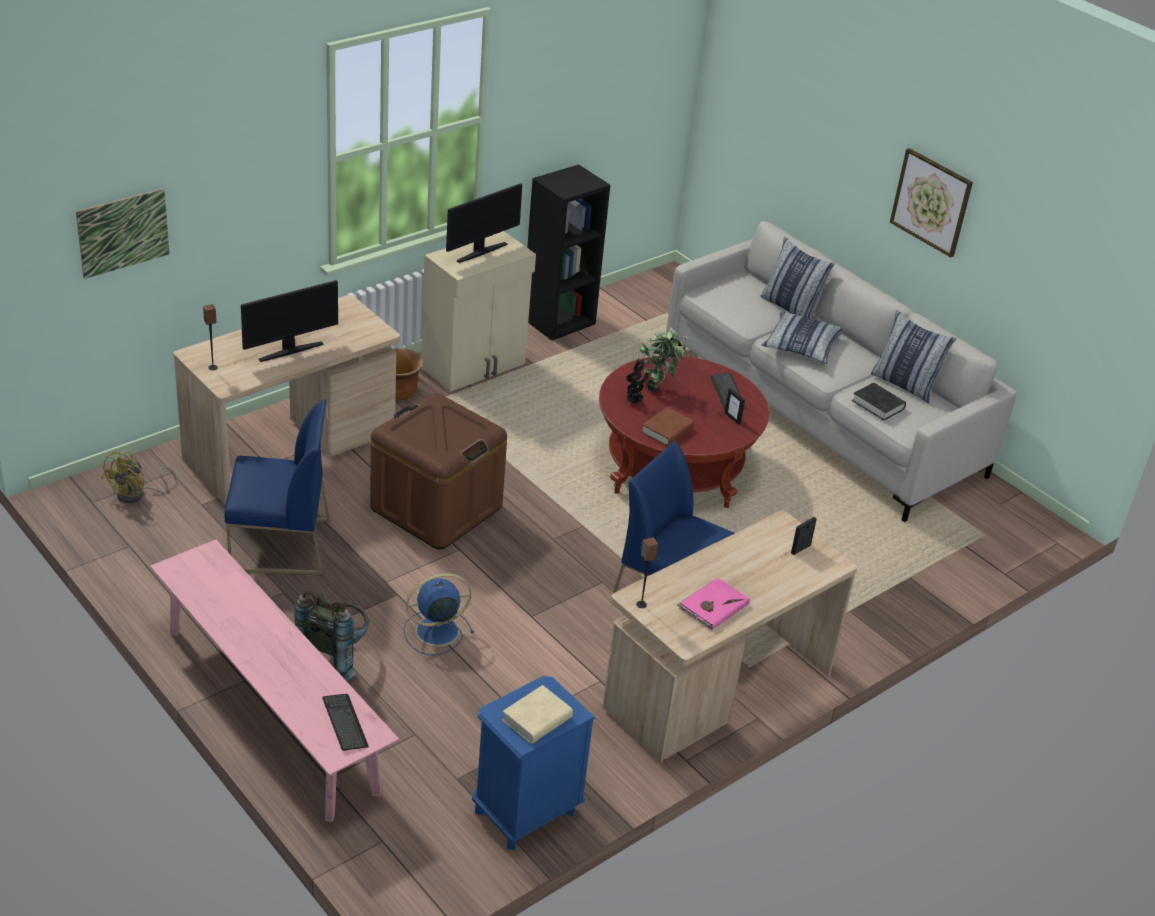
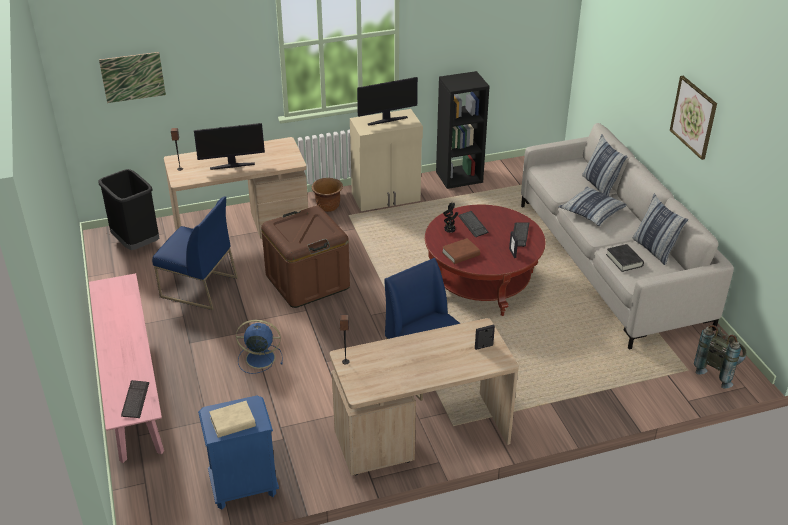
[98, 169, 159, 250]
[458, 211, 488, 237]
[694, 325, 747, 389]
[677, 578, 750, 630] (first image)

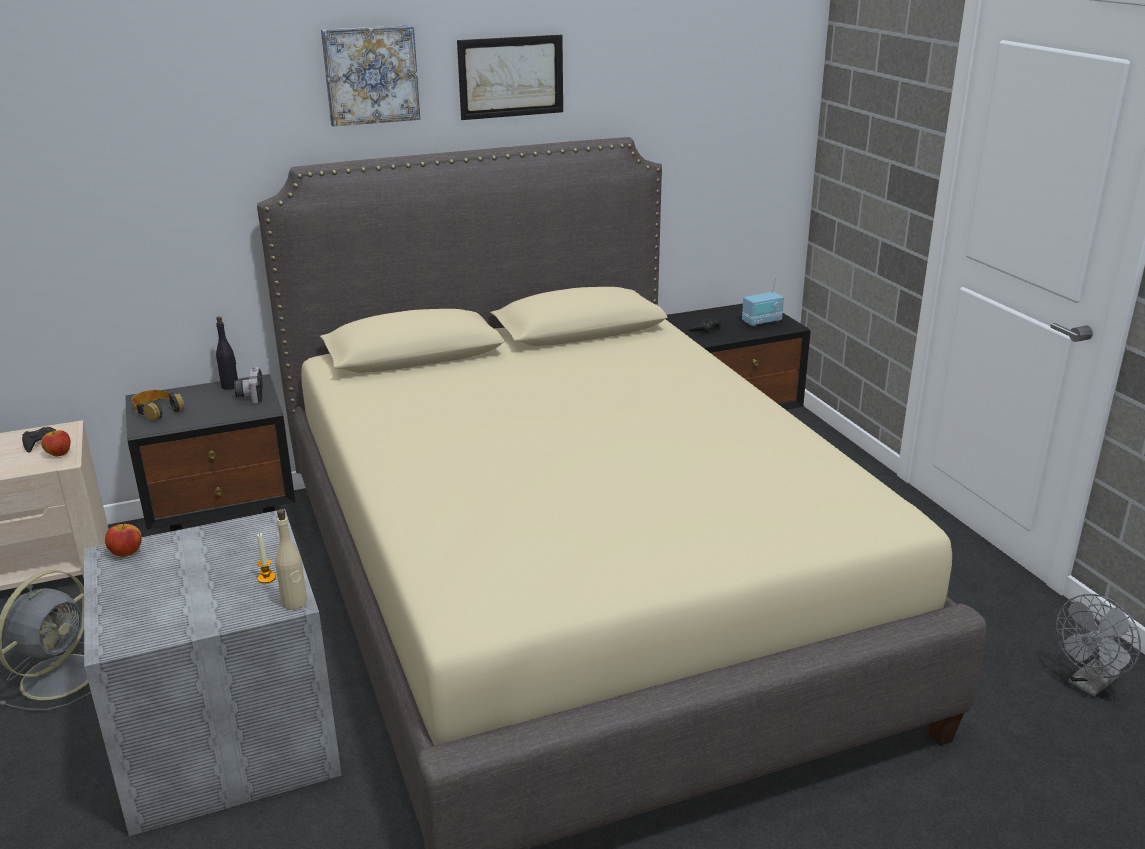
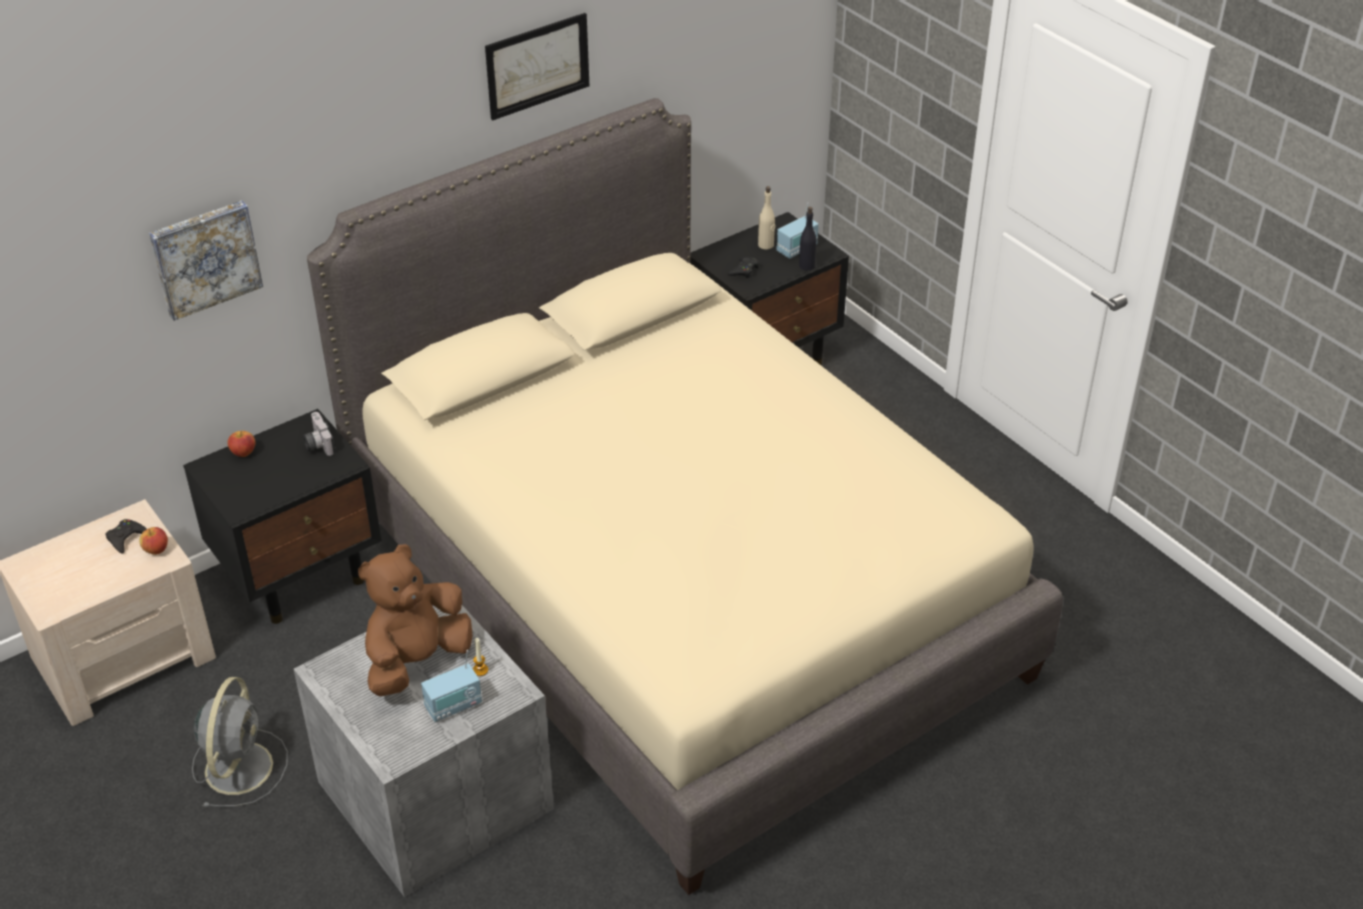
[149, 201, 263, 321]
[227, 431, 255, 457]
[358, 544, 472, 696]
[421, 650, 482, 722]
[758, 186, 775, 249]
[799, 207, 816, 271]
[132, 390, 185, 421] (first image)
[1056, 594, 1141, 697] (first image)

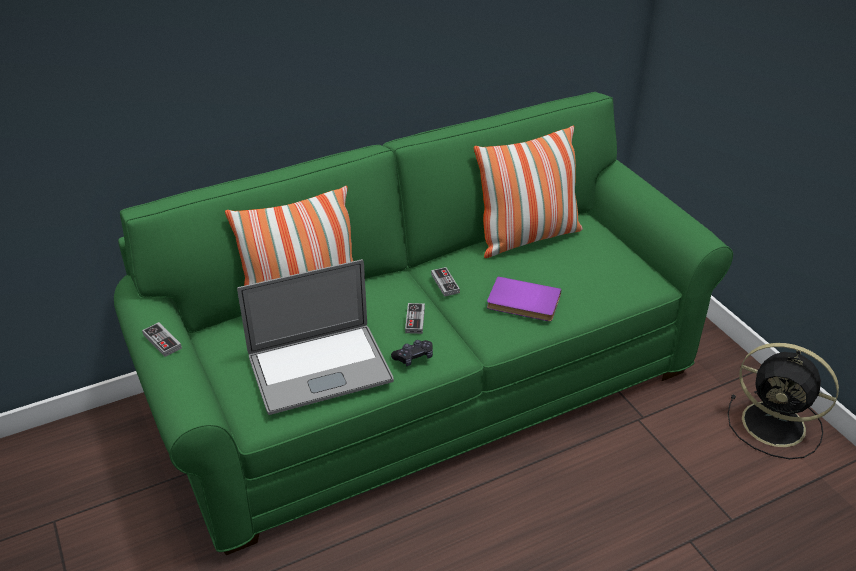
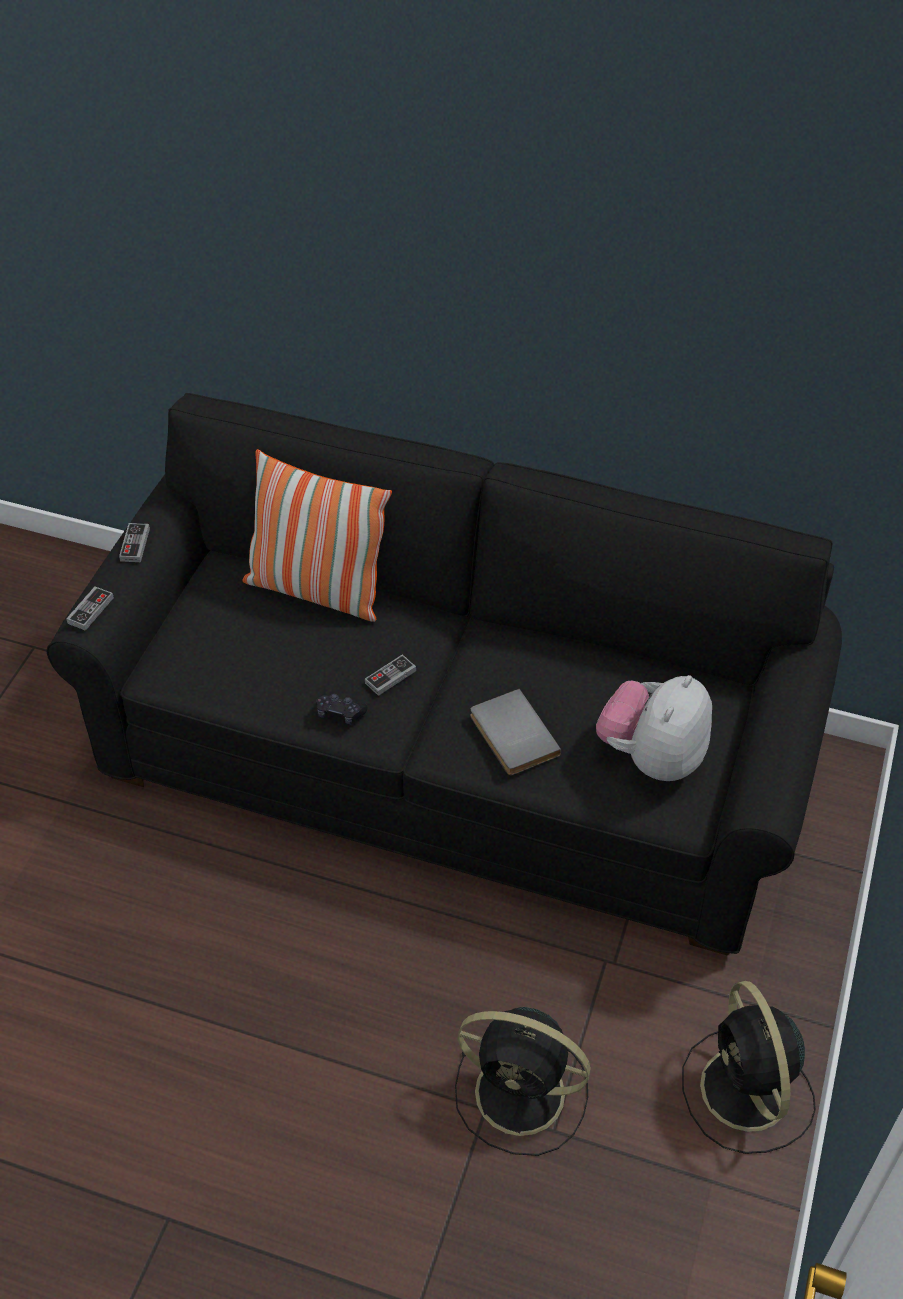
[47, 393, 842, 955]
[66, 586, 114, 631]
[455, 1007, 591, 1156]
[470, 689, 561, 775]
[596, 675, 712, 781]
[237, 259, 394, 415] (first image)
[474, 126, 583, 258] (first image)

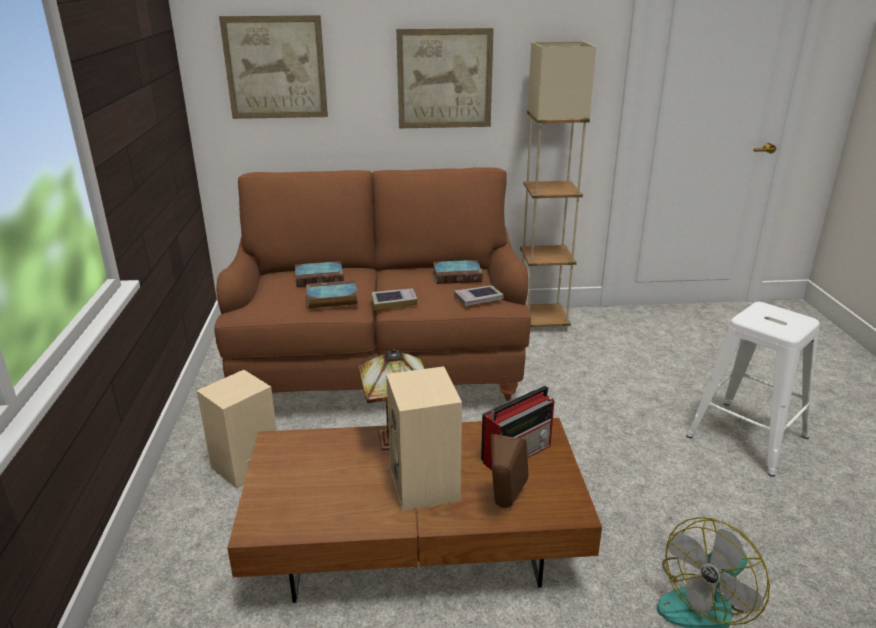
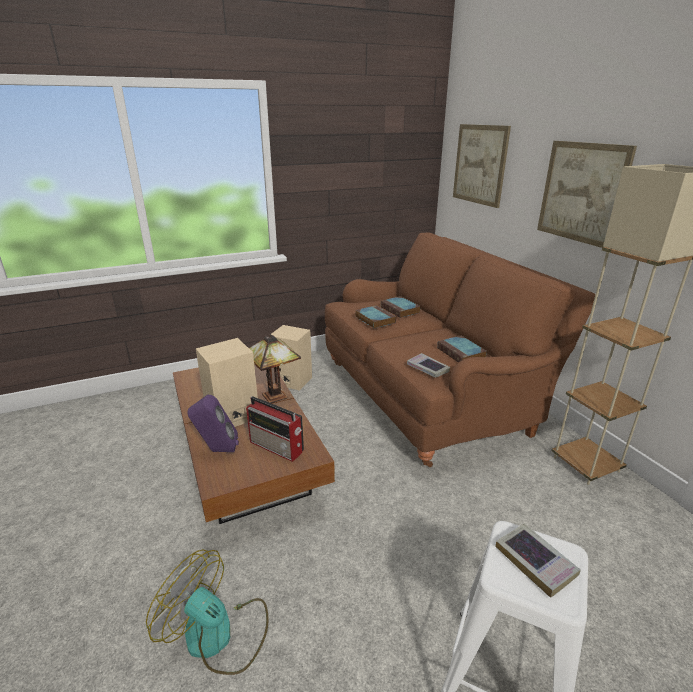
[188, 395, 239, 452]
[496, 524, 581, 598]

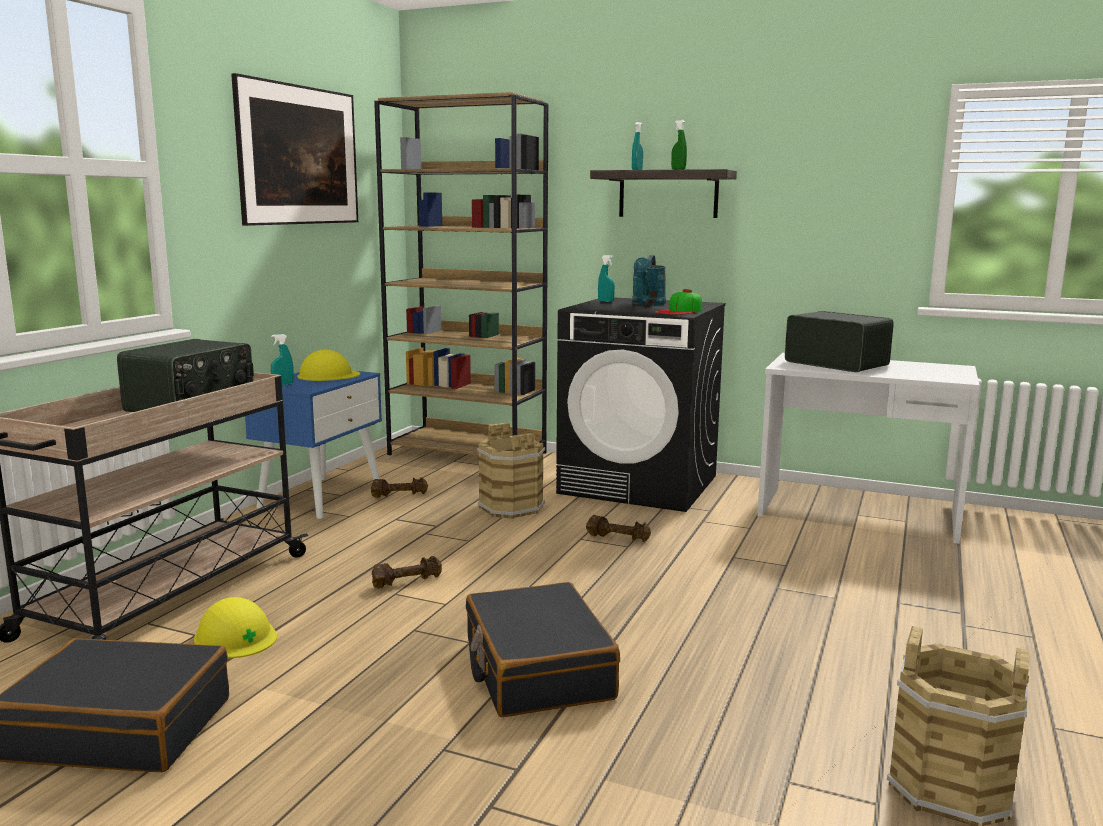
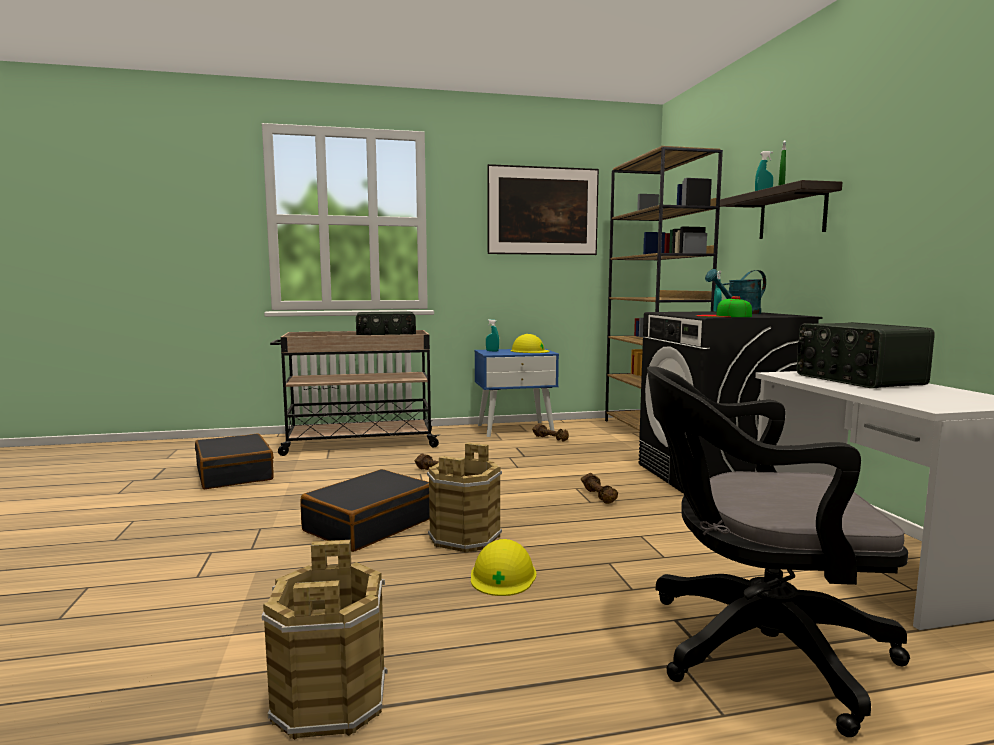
[427, 442, 502, 553]
[471, 539, 536, 596]
[647, 366, 910, 737]
[797, 322, 935, 388]

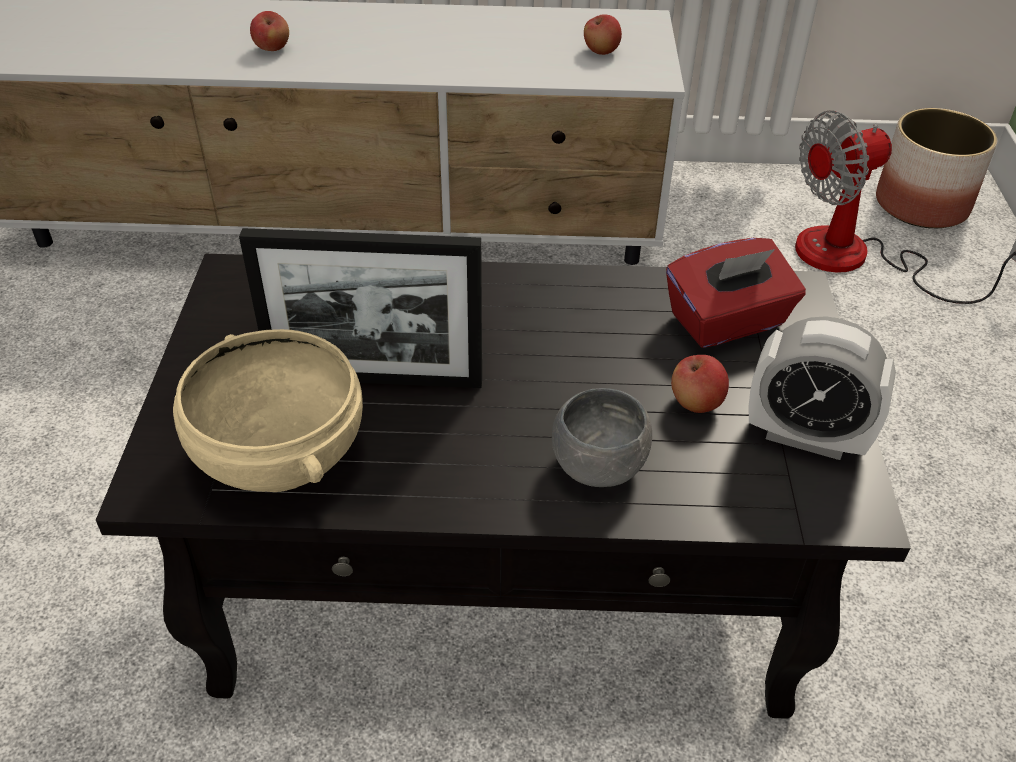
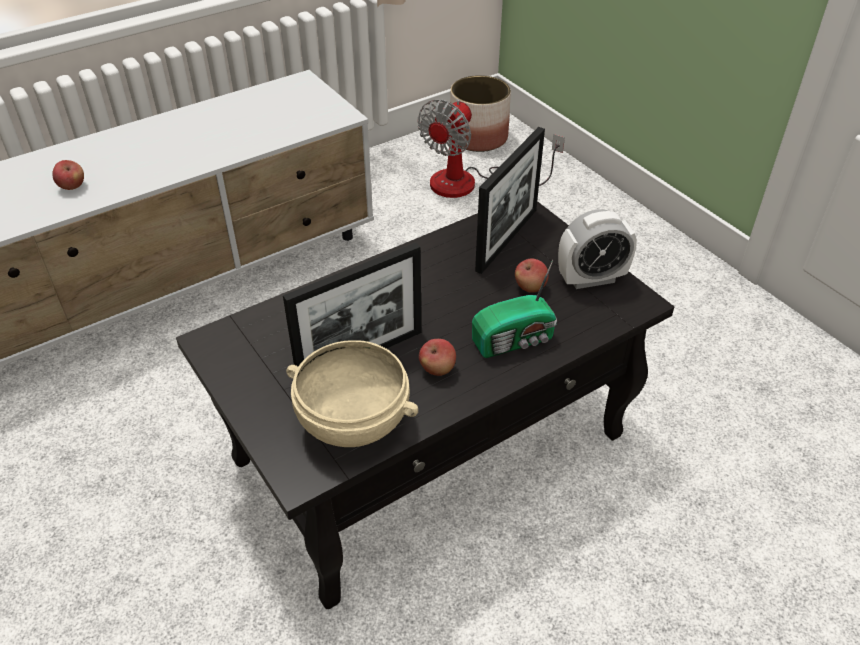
[419, 339, 456, 376]
[472, 260, 557, 358]
[475, 127, 545, 274]

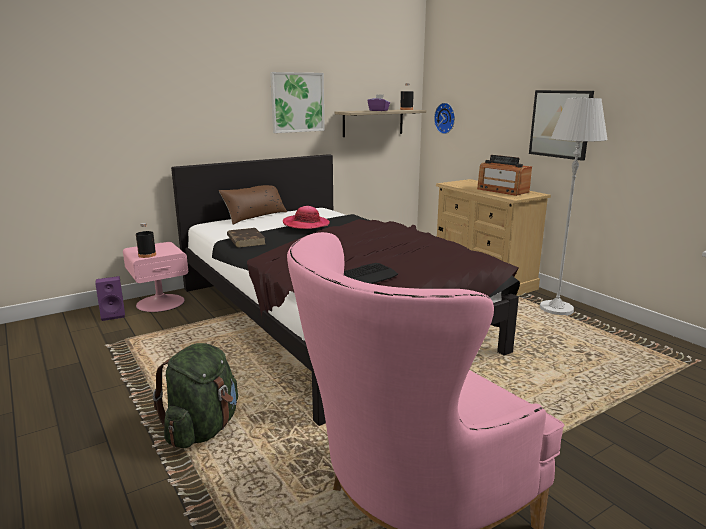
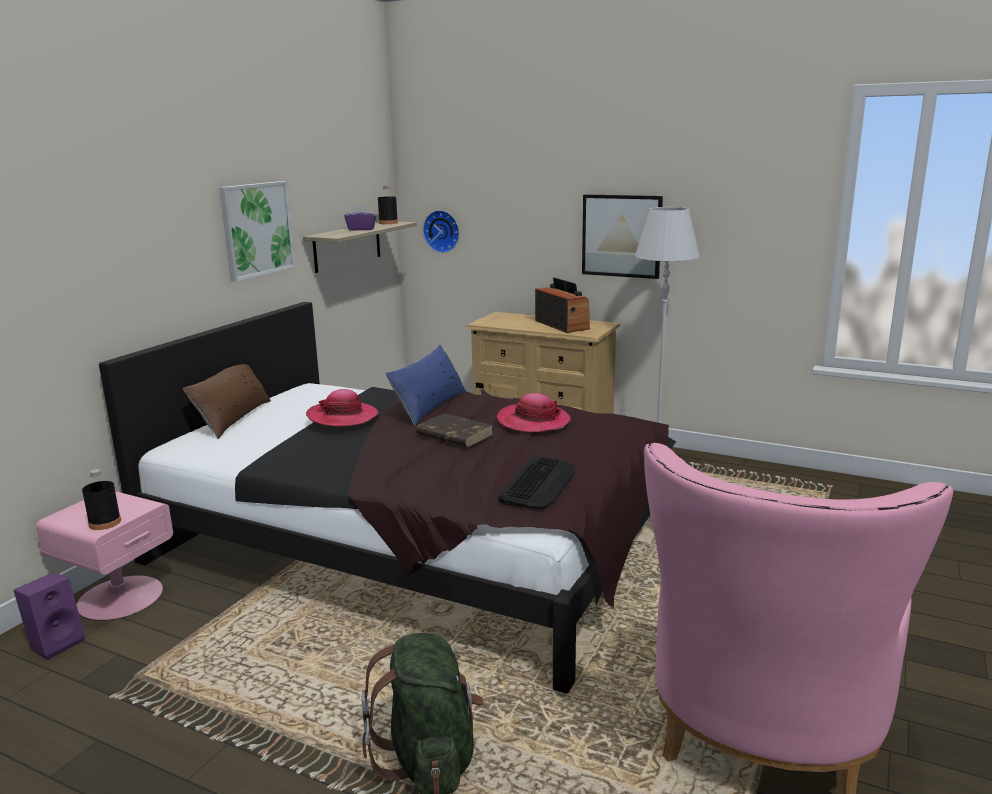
[385, 345, 466, 426]
[416, 413, 494, 447]
[497, 393, 571, 432]
[535, 278, 591, 333]

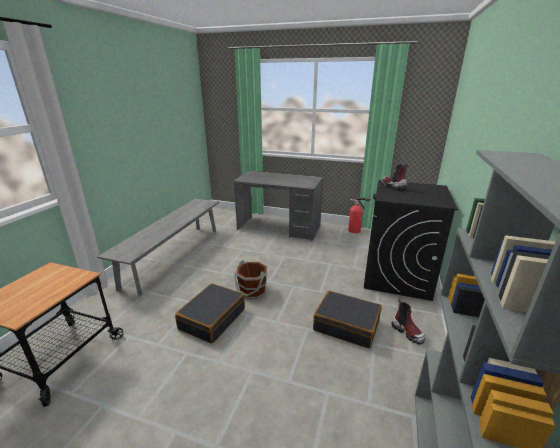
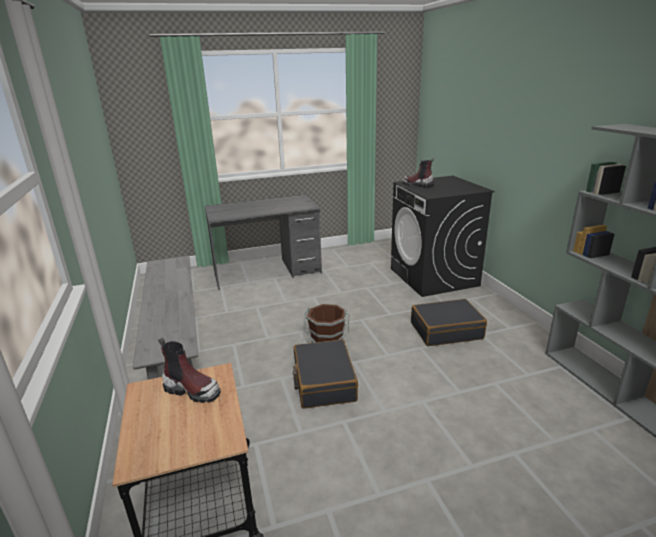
[158, 337, 221, 403]
[348, 198, 371, 233] (first image)

